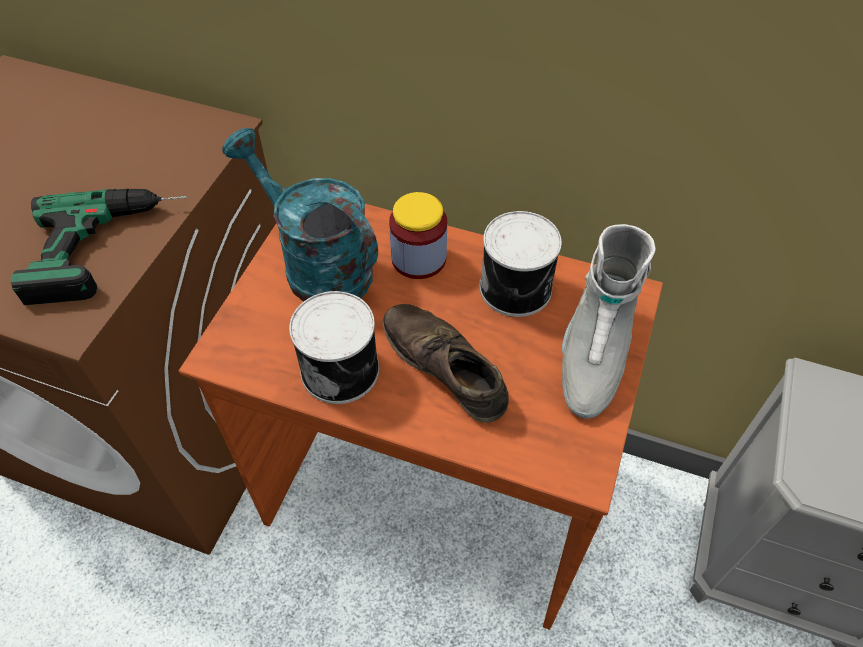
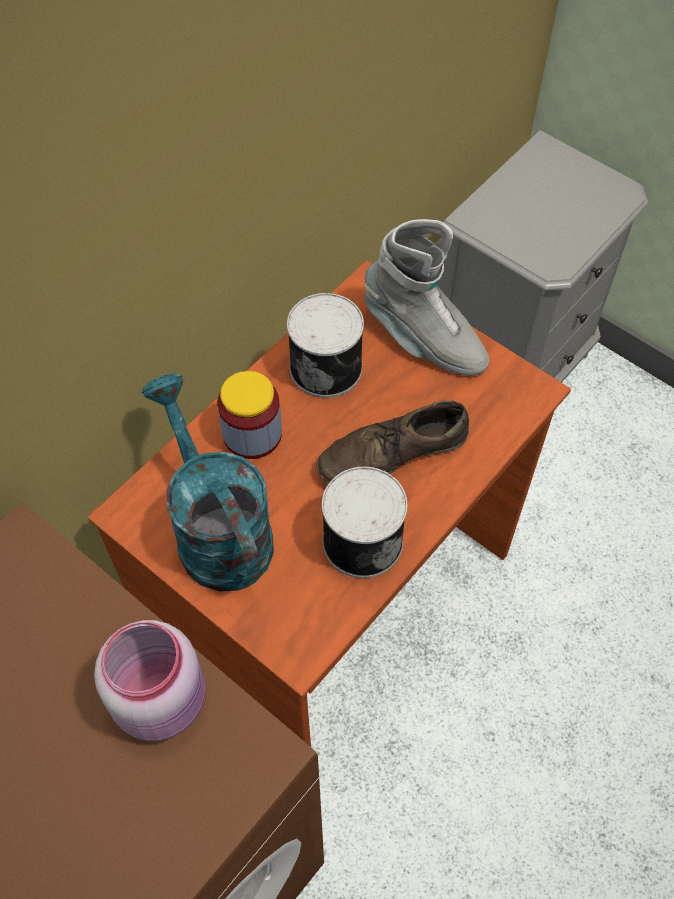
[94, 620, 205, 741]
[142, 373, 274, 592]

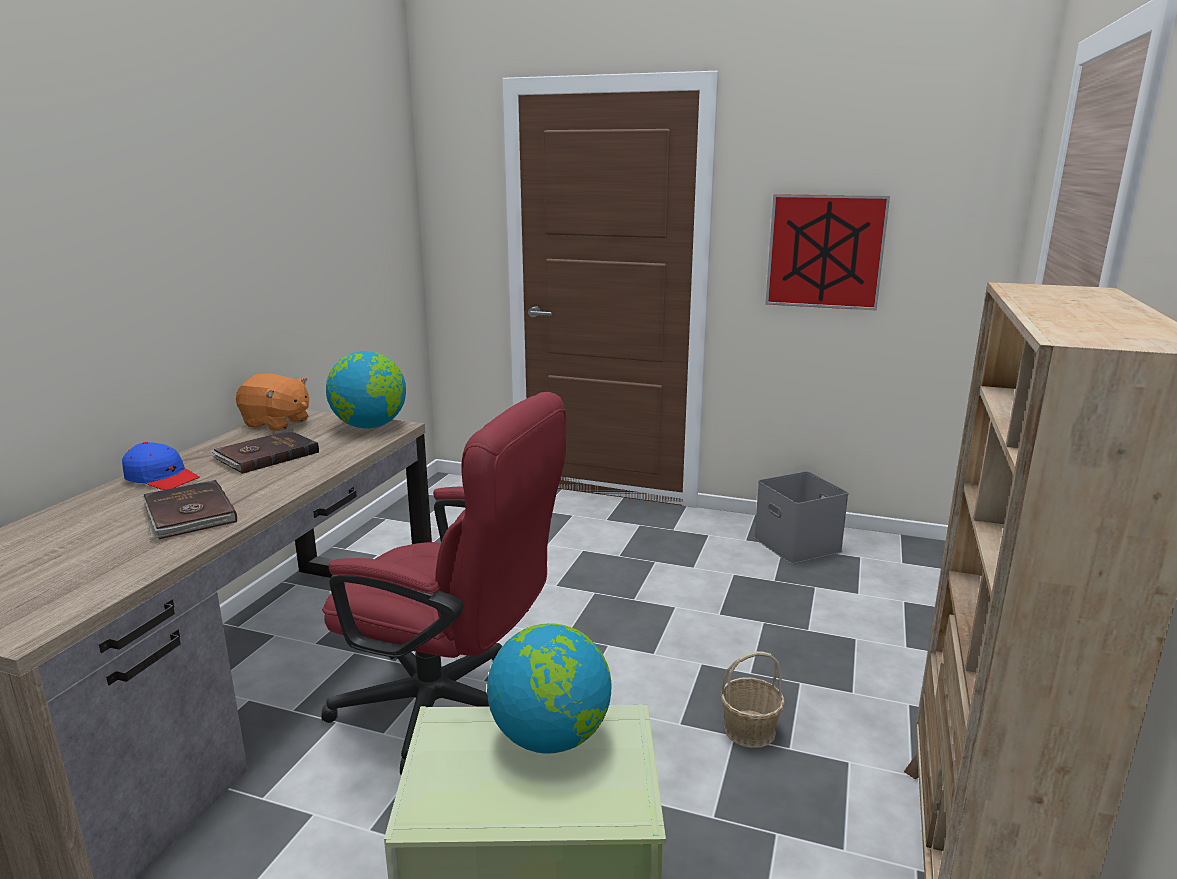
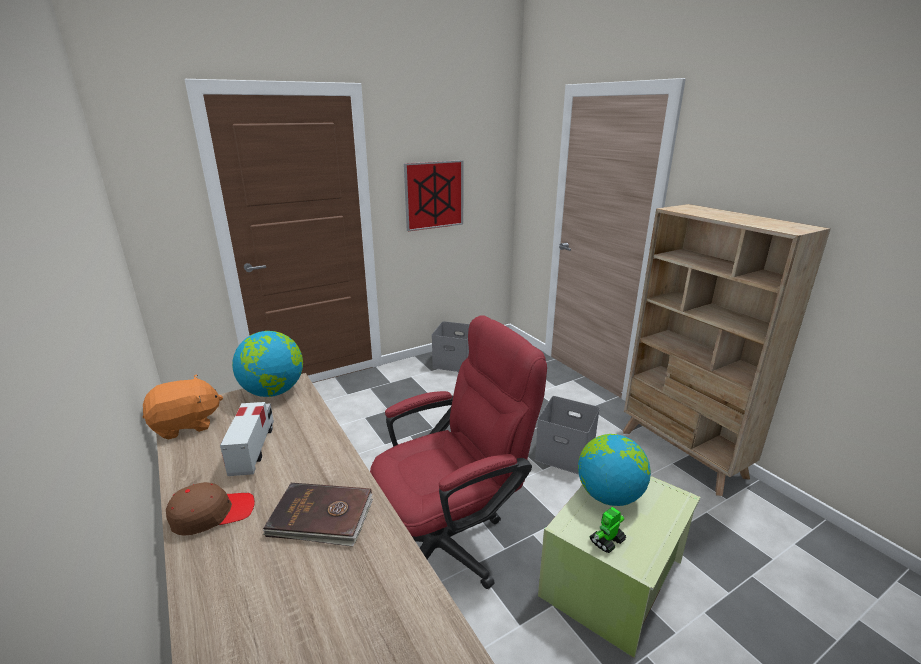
[166, 482, 255, 536]
[220, 402, 274, 476]
[535, 396, 600, 475]
[589, 507, 627, 553]

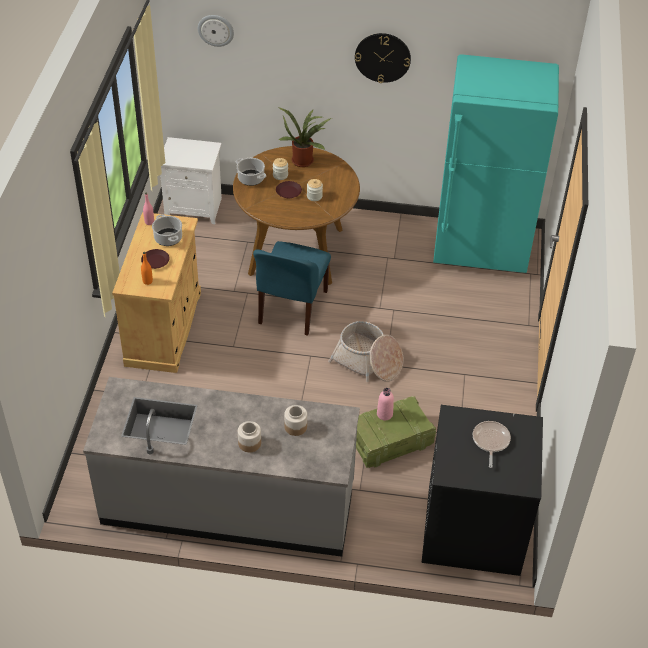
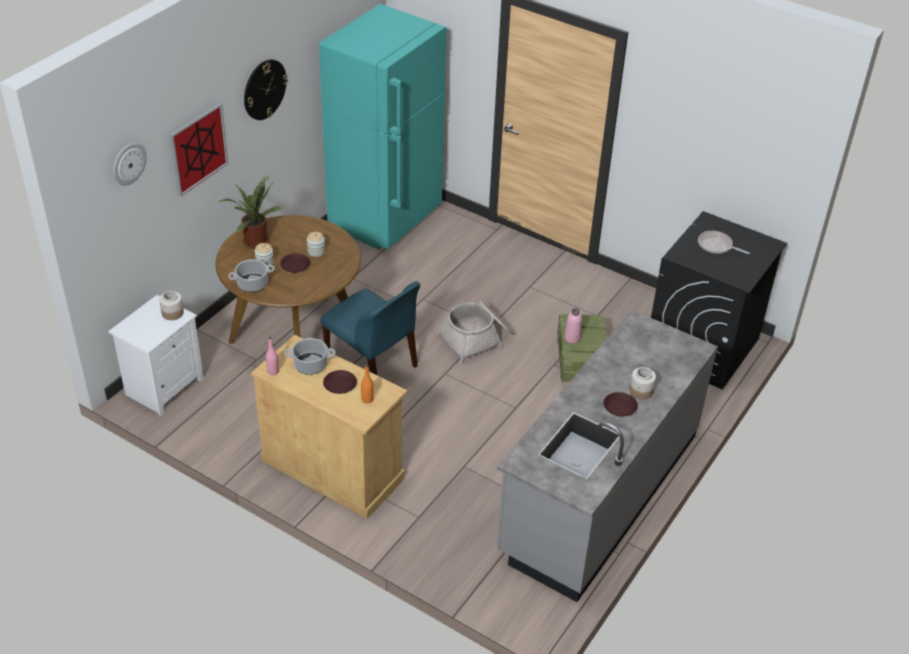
[159, 291, 184, 320]
[170, 103, 229, 196]
[603, 392, 638, 417]

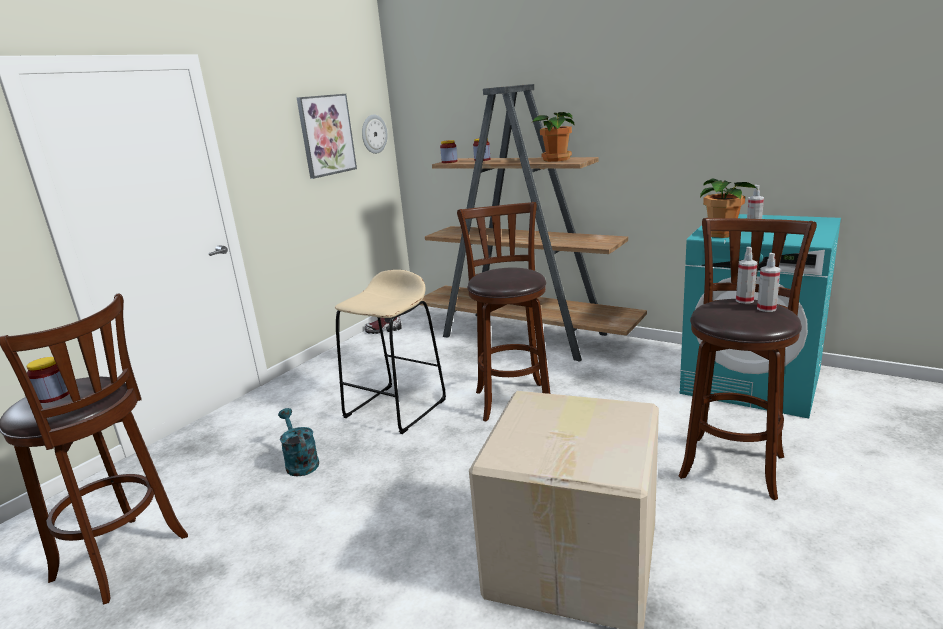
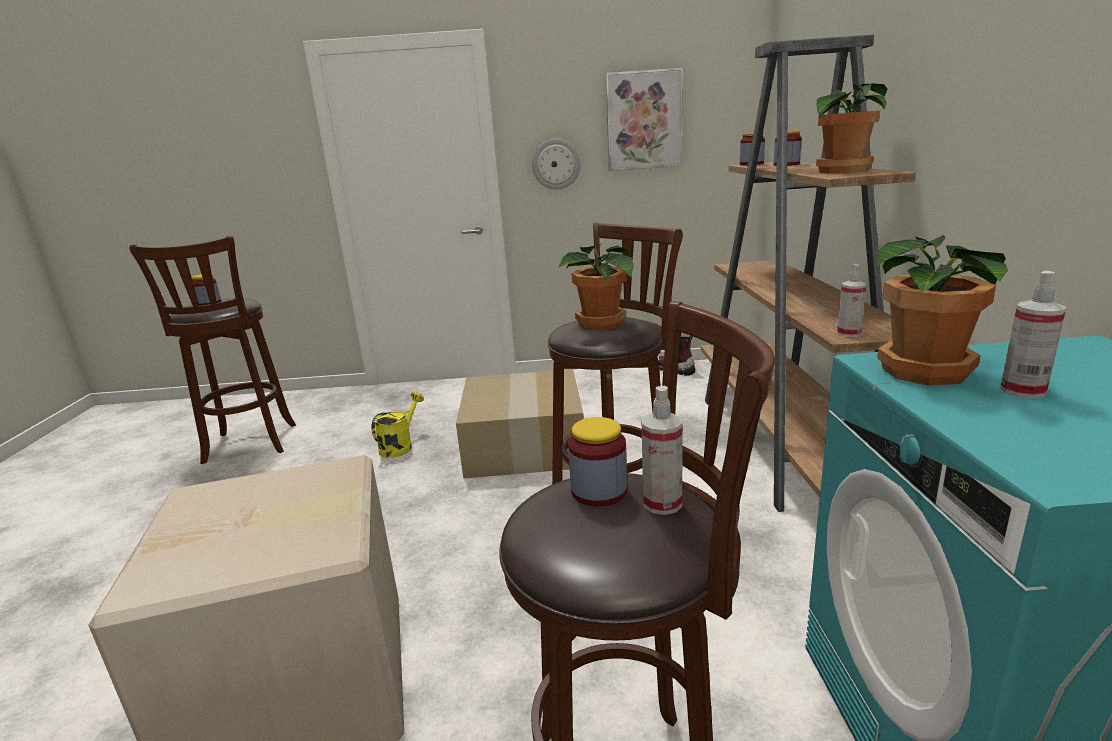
[371, 392, 424, 458]
[456, 369, 584, 479]
[532, 138, 581, 190]
[558, 244, 634, 330]
[568, 417, 627, 506]
[837, 264, 867, 337]

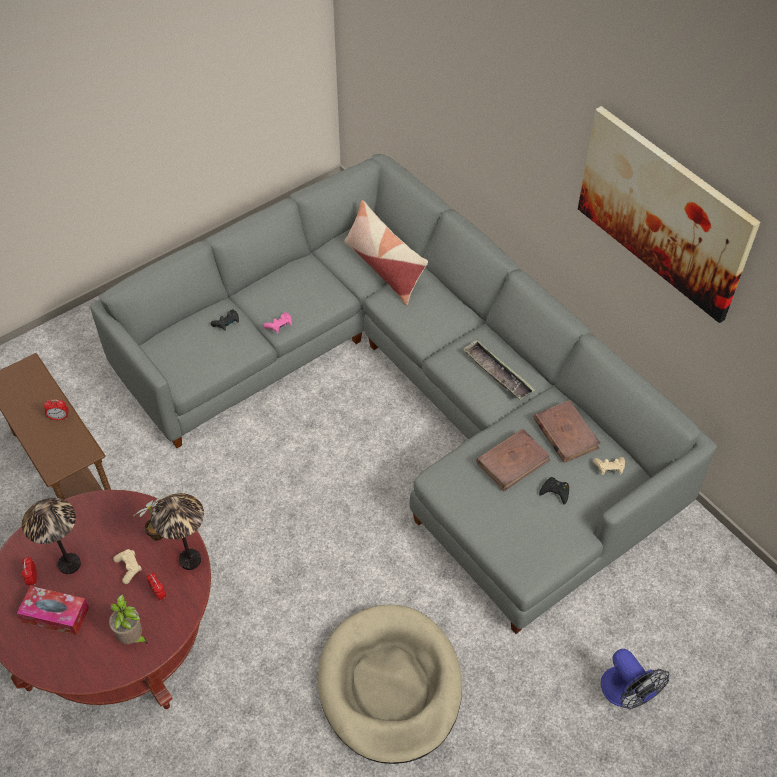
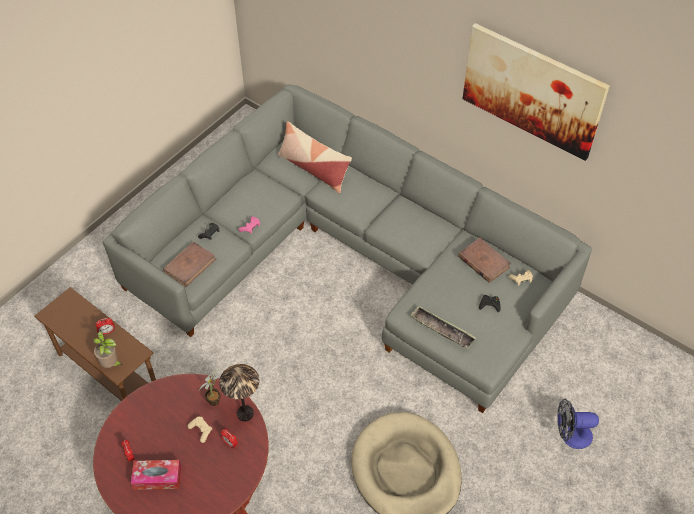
[93, 331, 123, 368]
[163, 241, 216, 287]
[410, 305, 476, 349]
[557, 399, 599, 449]
[22, 498, 81, 574] (first image)

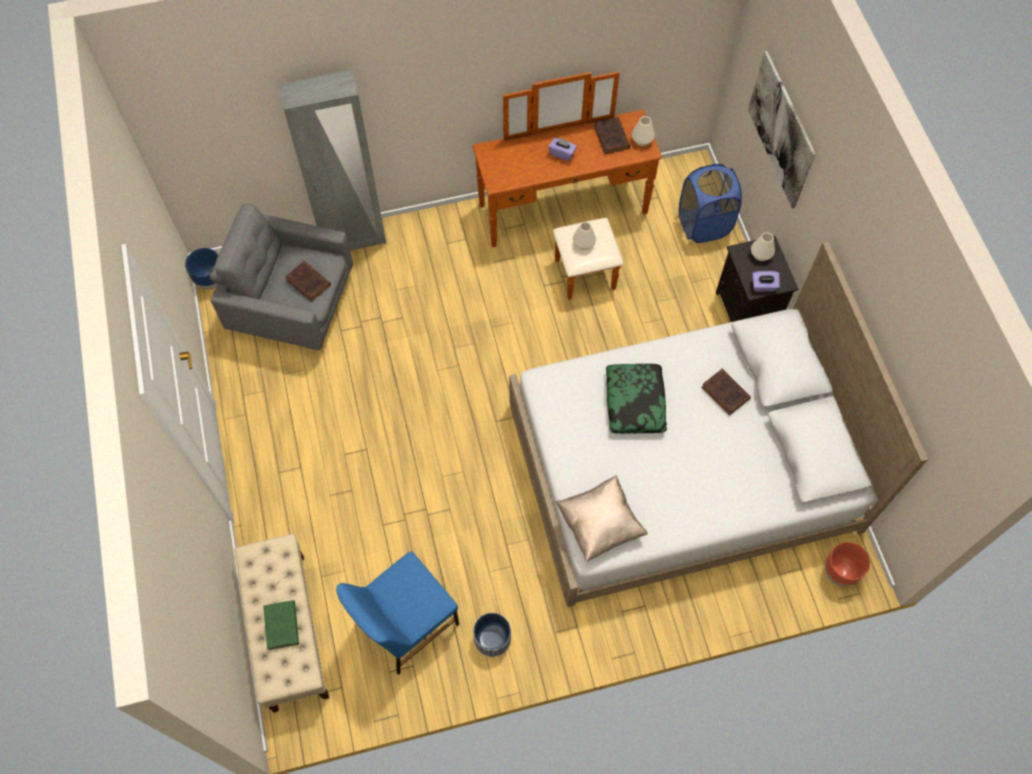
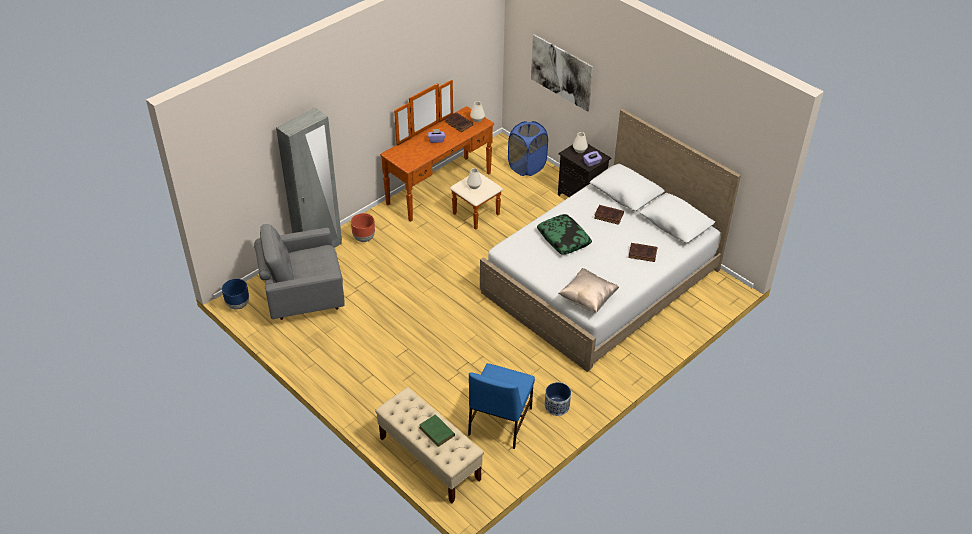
[351, 213, 375, 242]
[628, 243, 657, 262]

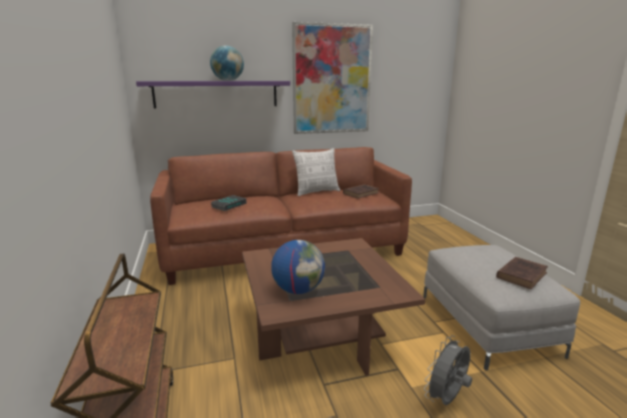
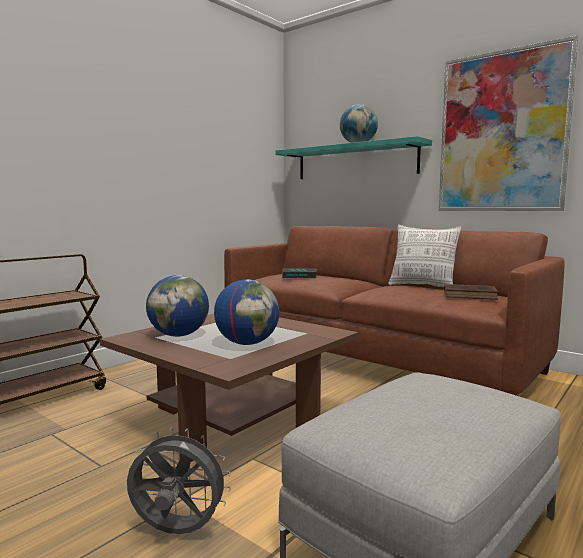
[214, 279, 280, 345]
[275, 136, 432, 179]
[496, 257, 548, 289] (first image)

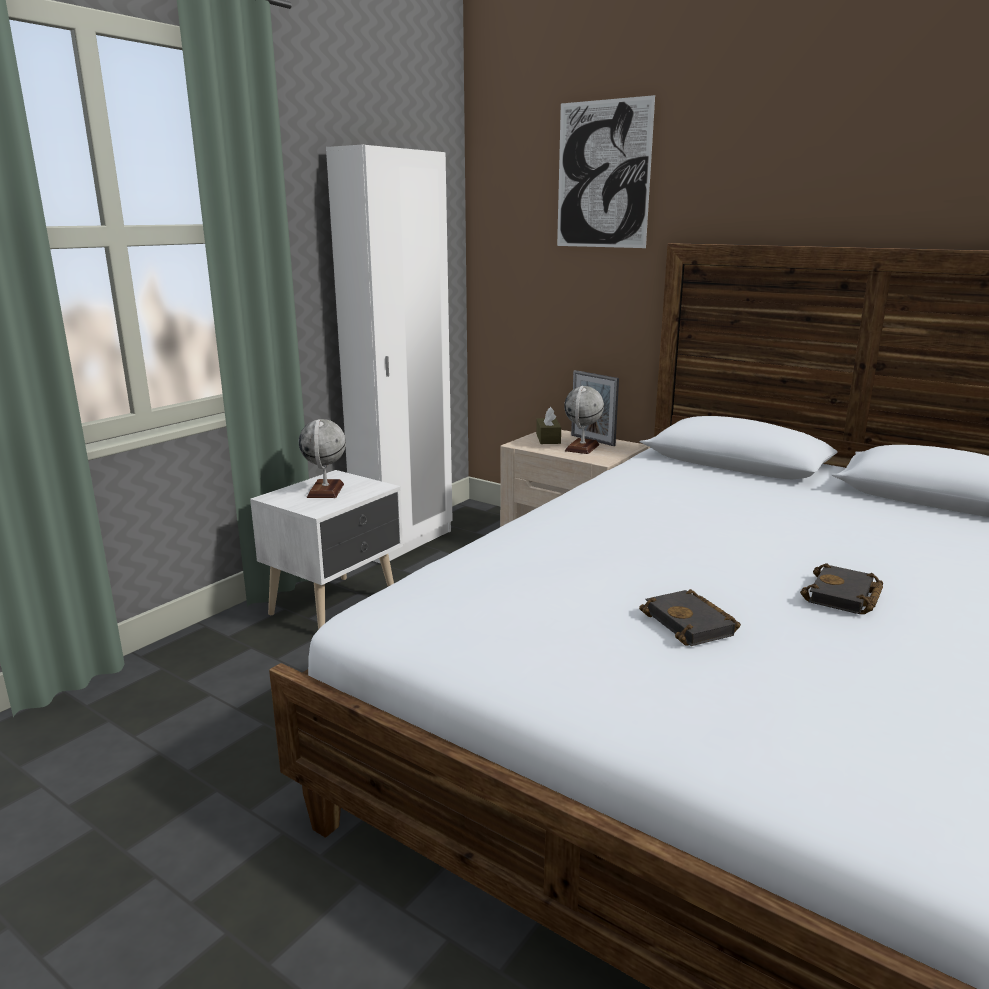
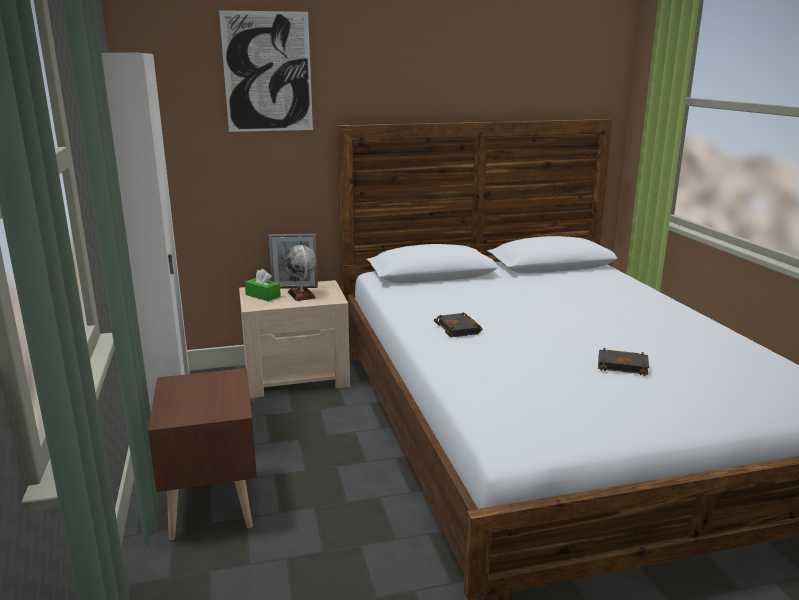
[148, 368, 257, 541]
[245, 269, 281, 301]
[434, 312, 482, 337]
[299, 419, 346, 498] (first image)

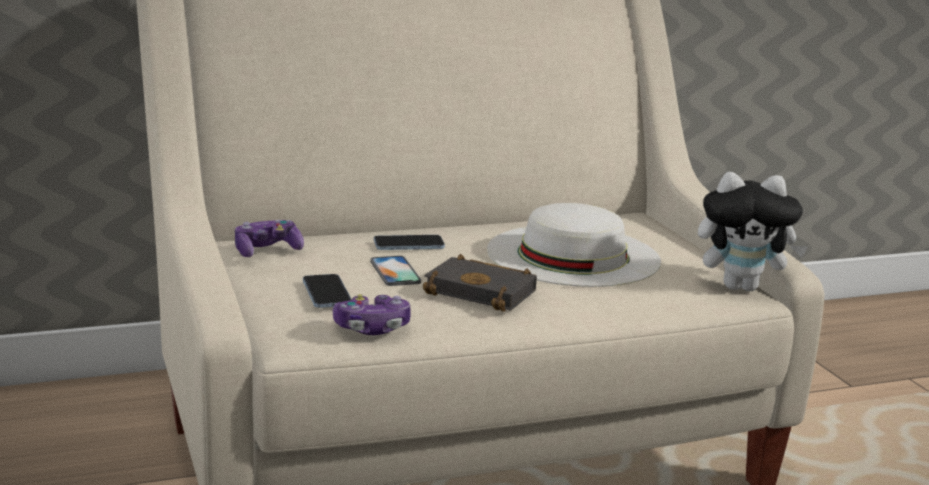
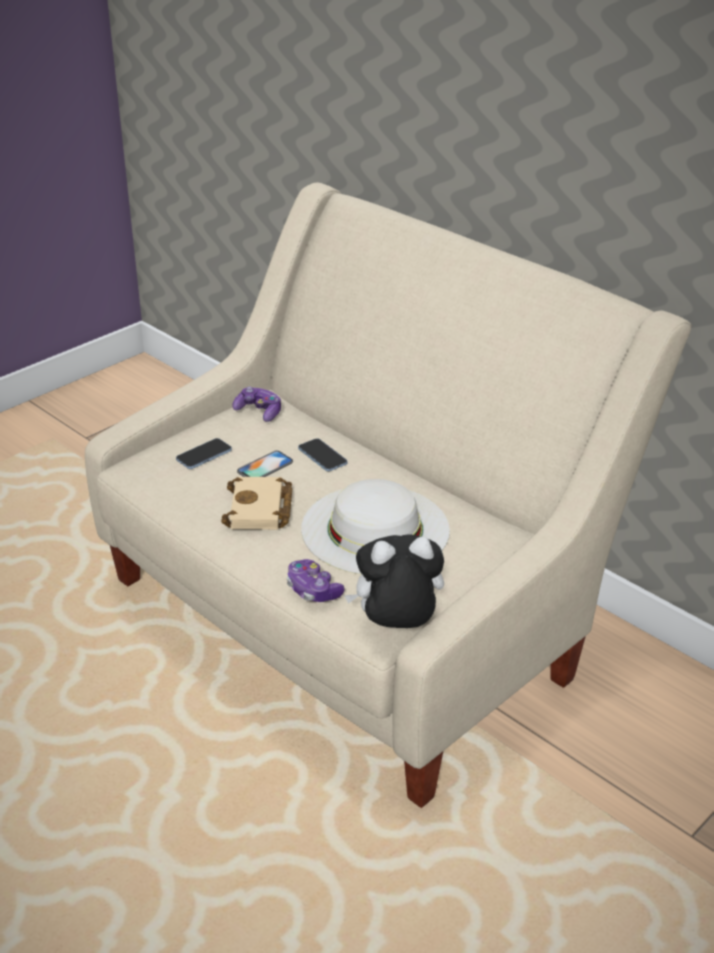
[221, 477, 292, 530]
[287, 559, 345, 602]
[344, 534, 444, 628]

